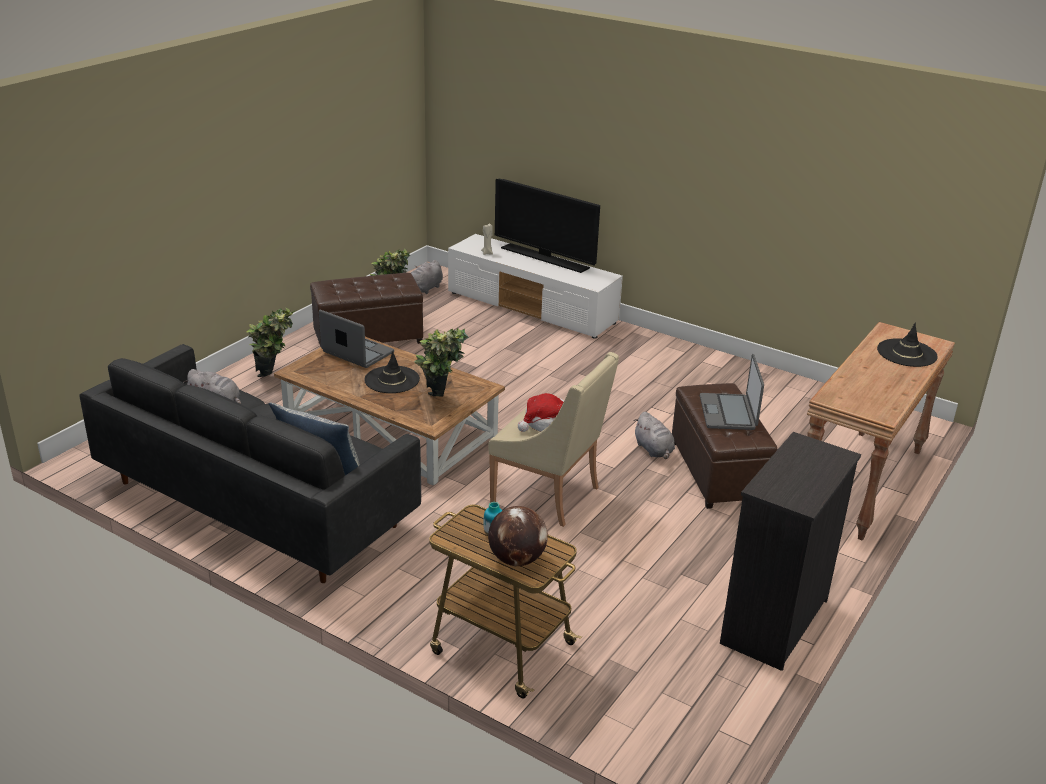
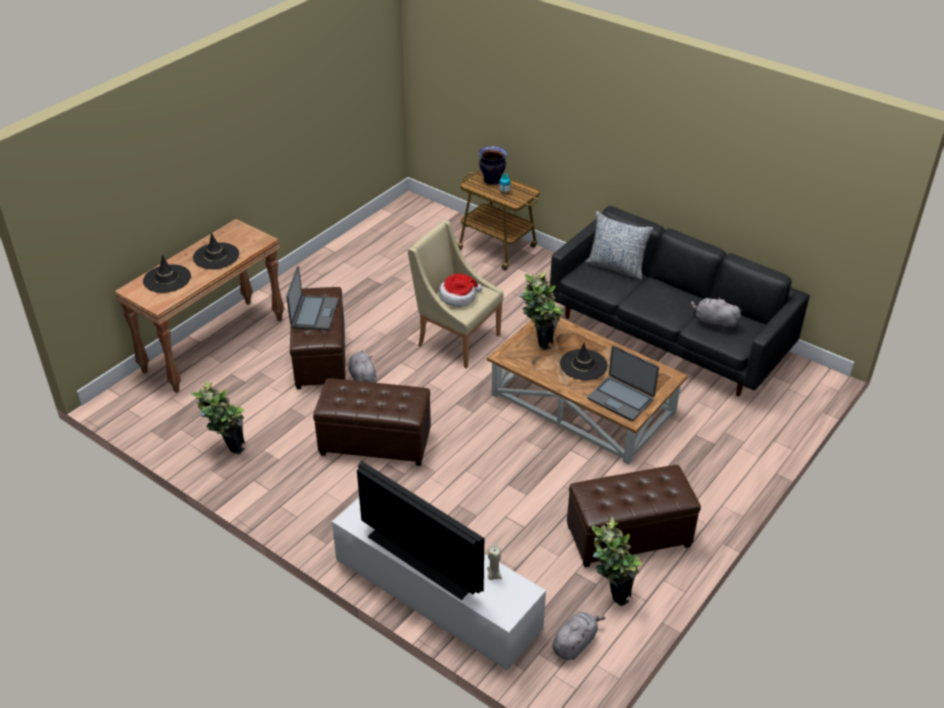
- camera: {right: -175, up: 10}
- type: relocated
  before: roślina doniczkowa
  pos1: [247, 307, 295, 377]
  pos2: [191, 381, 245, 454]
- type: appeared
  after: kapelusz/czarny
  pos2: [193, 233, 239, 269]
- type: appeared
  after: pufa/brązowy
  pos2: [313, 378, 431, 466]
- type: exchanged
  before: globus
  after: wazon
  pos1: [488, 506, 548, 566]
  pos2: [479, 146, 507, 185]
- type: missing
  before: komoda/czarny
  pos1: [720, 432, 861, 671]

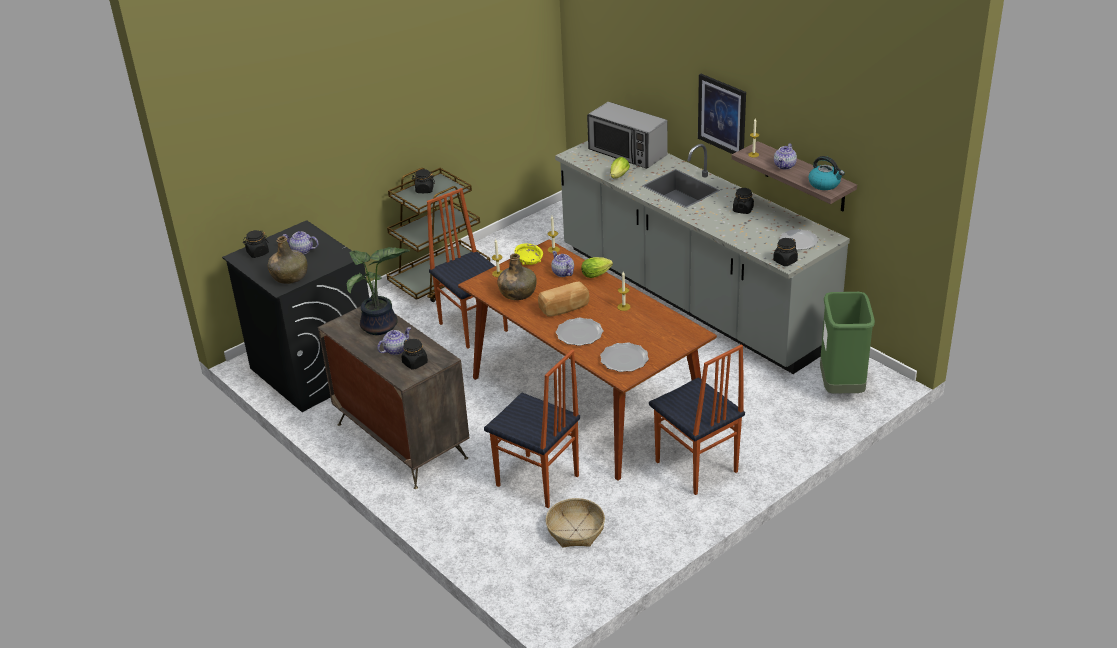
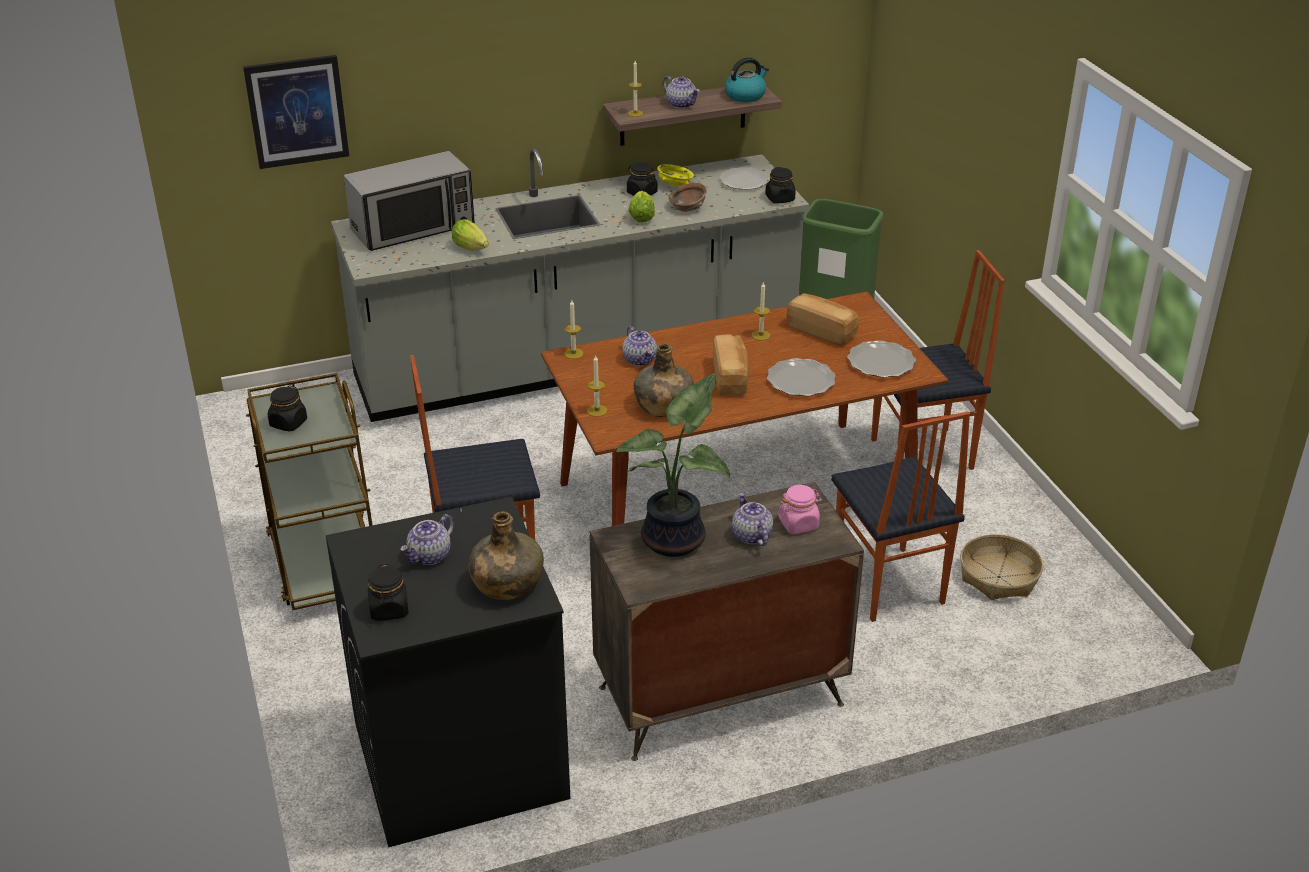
- camera: {right: -70, up: 0}
- type: relocated
  before: obraz
  pos1: [698, 74, 746, 154]
  pos2: [243, 55, 349, 169]
- type: spun
  before: imbryk
  pos1: [551, 251, 574, 277]
  pos2: [622, 326, 657, 366]
  turn: -105
- type: relocated
  before: sałata
  pos1: [581, 257, 613, 278]
  pos2: [628, 191, 655, 223]
- type: relocated
  before: miska/żółty
  pos1: [515, 243, 543, 265]
  pos2: [657, 164, 694, 186]
- type: appeared
  after: miska/brązowy
  pos2: [669, 183, 707, 212]
- type: colour
  before: słoik/czarny
  after: słoik/różowy
  pos1: [401, 339, 428, 370]
  pos2: [778, 485, 822, 534]
- type: appeared
  after: chleb
  pos2: [787, 293, 859, 346]
- type: spun
  before: krzesło
  pos1: [484, 350, 580, 508]
  pos2: [831, 411, 970, 622]
  turn: 105

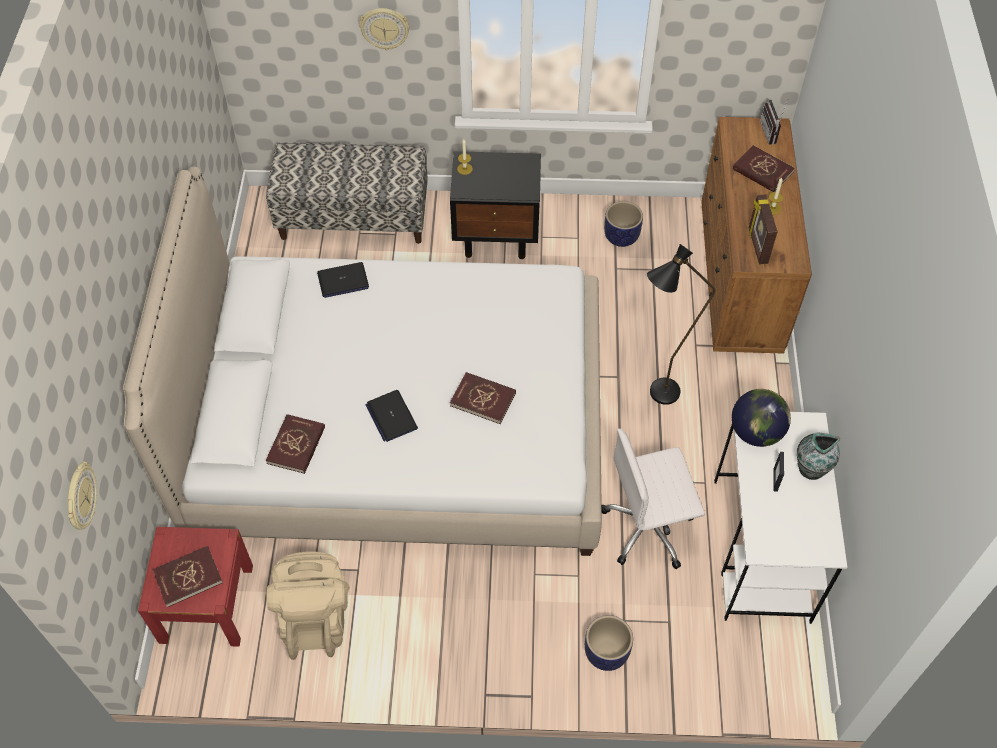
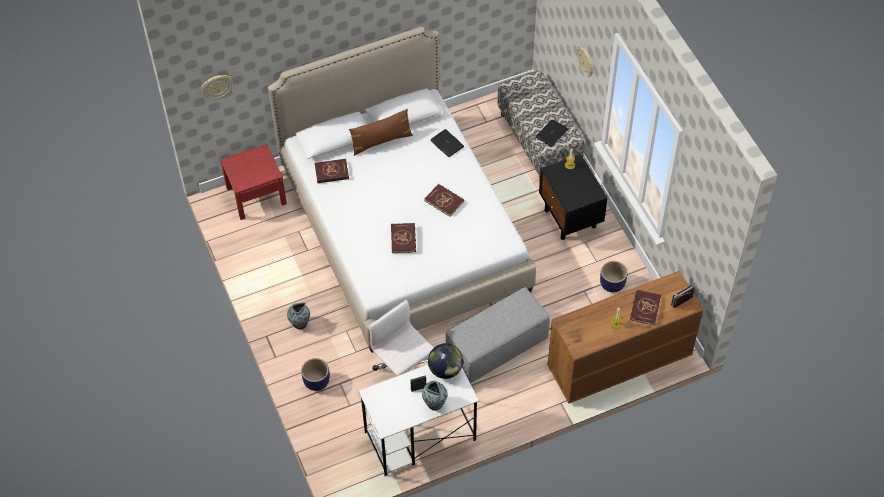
- camera: {right: 65, up: 0}
- type: appeared
  after: wazon
  pos2: [287, 302, 310, 329]
- type: appeared
  after: poduszka/brązowy
  pos2: [349, 109, 413, 156]
- type: relocated
  before: książka/czerwony
  pos1: [153, 546, 223, 607]
  pos2: [424, 184, 464, 217]
- type: exchanged
  before: lampa stojąca/czarny
  after: pufa/szary
  pos1: [647, 244, 715, 405]
  pos2: [446, 287, 550, 383]
- type: relocated
  before: laptop
  pos1: [366, 390, 418, 442]
  pos2: [536, 120, 568, 147]
- type: missing
  before: plecak/beżowy
  pos1: [266, 552, 350, 660]
- type: missing
  before: ramka na zdjęcie
  pos1: [749, 194, 778, 264]

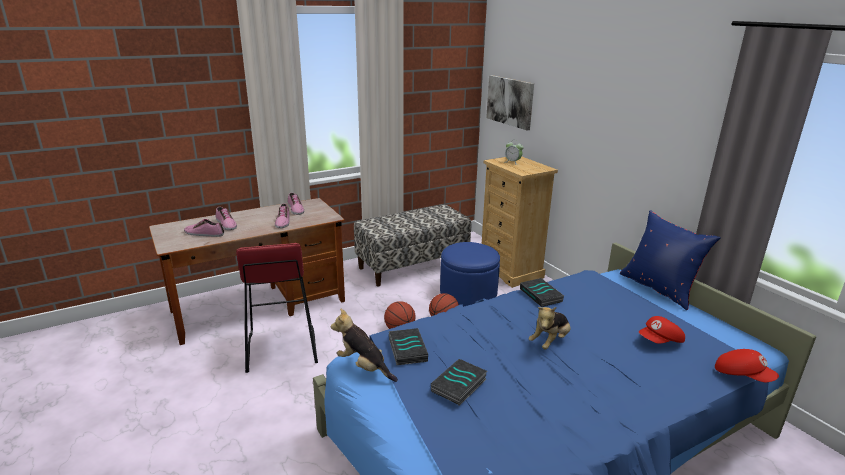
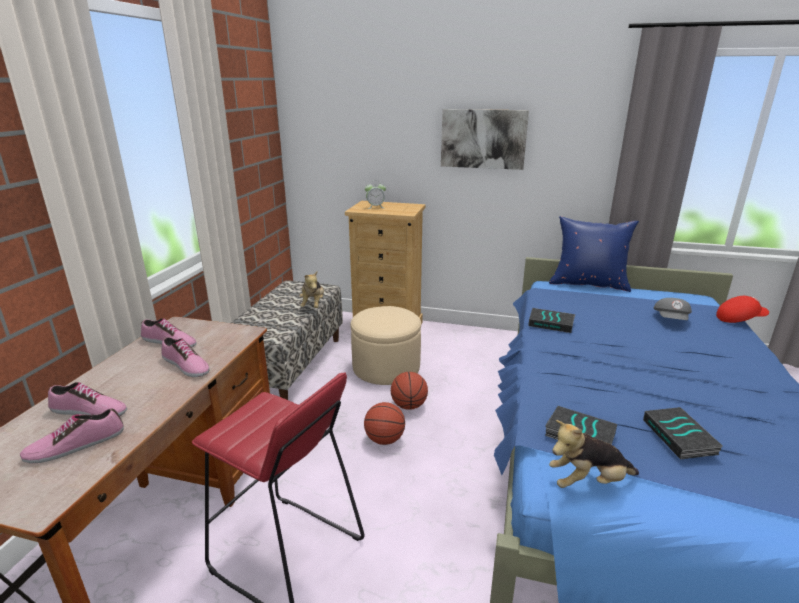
- camera: {right: -45, up: 0}
- type: relocated
  before: pluszak
  pos1: [528, 307, 571, 350]
  pos2: [299, 271, 324, 308]
- type: colour
  before: pufa/niebieski
  after: pufa/beżowy
  pos1: [440, 242, 500, 307]
  pos2: [351, 306, 421, 385]
- type: relocated
  before: obraz
  pos1: [486, 75, 534, 130]
  pos2: [441, 109, 529, 170]
- type: colour
  before: czapka z daszkiem/czerwony
  after: czapka z daszkiem/szary
  pos1: [639, 316, 685, 344]
  pos2: [654, 298, 692, 320]

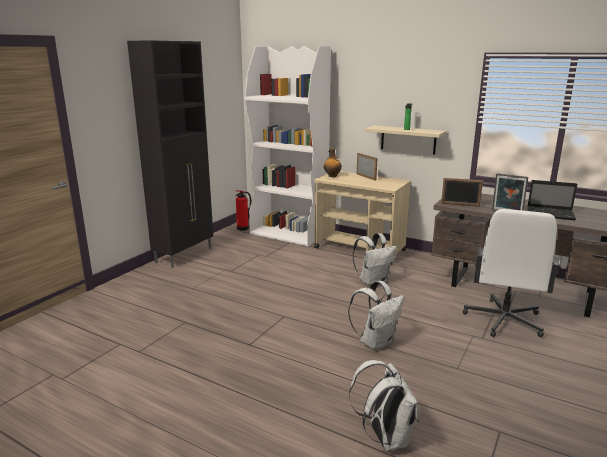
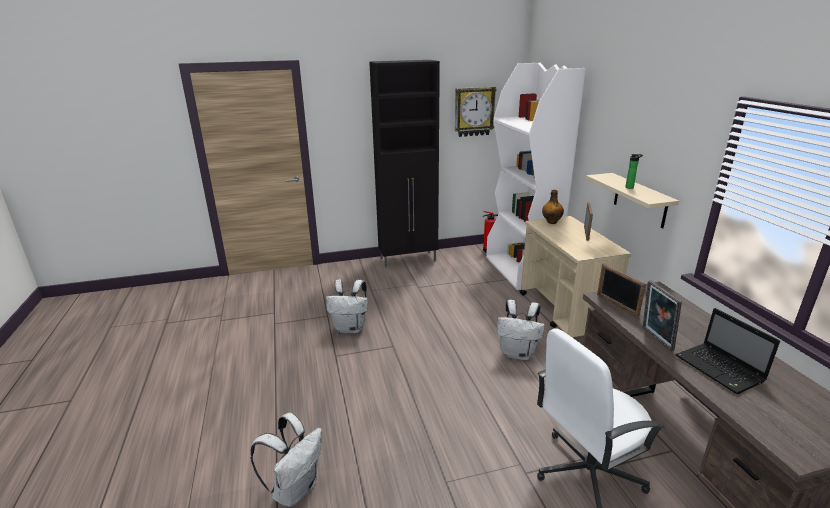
- camera: {right: 45, up: 5}
- type: relocated
  before: plecak/biały
  pos1: [348, 281, 404, 351]
  pos2: [326, 279, 368, 333]
- type: appeared
  after: zegar ścienny
  pos2: [455, 87, 497, 137]

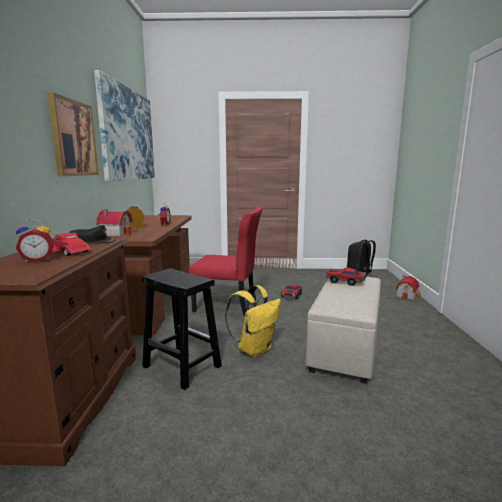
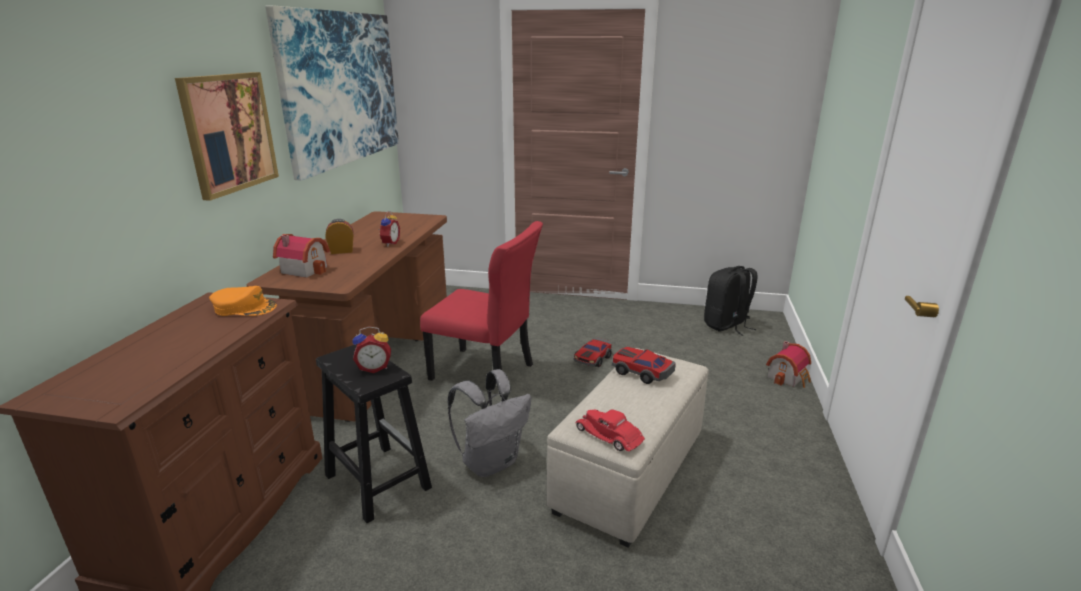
- camera: {right: 10, up: 10}
- type: colour
  before: czapka z daszkiem/czarny
  after: czapka z daszkiem/pomarańczowy
  pos1: [69, 225, 116, 243]
  pos2: [209, 286, 277, 316]
- type: relocated
  before: budzik
  pos1: [16, 219, 54, 262]
  pos2: [353, 326, 391, 373]
- type: colour
  before: plecak/żółty
  after: plecak/szary
  pos1: [225, 285, 281, 357]
  pos2: [448, 369, 531, 477]
- type: relocated
  before: samochodzik/czerwony
  pos1: [52, 233, 91, 256]
  pos2: [575, 409, 645, 451]

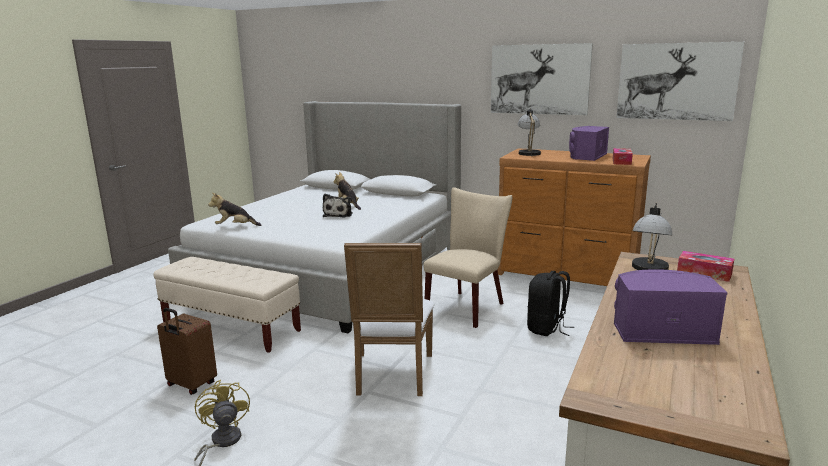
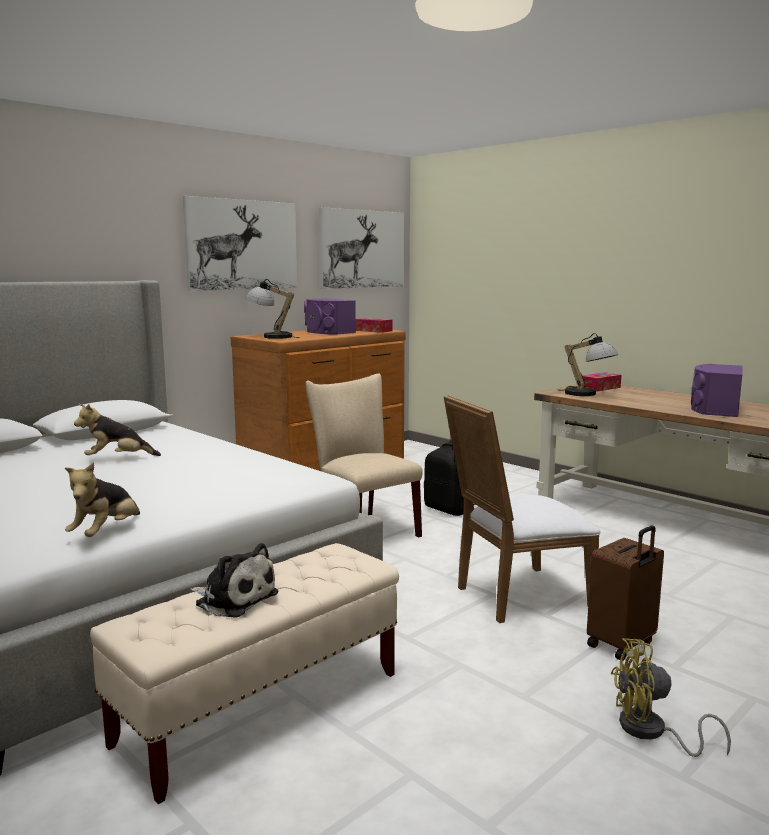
- camera: {right: -70, up: -5}
- type: relocated
  before: pluszak
  pos1: [323, 194, 353, 218]
  pos2: [190, 543, 278, 618]
- type: spun
  before: krzesło/biały
  pos1: [344, 243, 434, 396]
  pos2: [444, 395, 600, 623]
  turn: 135
- type: relocated
  before: walizka/brązowy
  pos1: [157, 308, 217, 395]
  pos2: [587, 525, 664, 660]

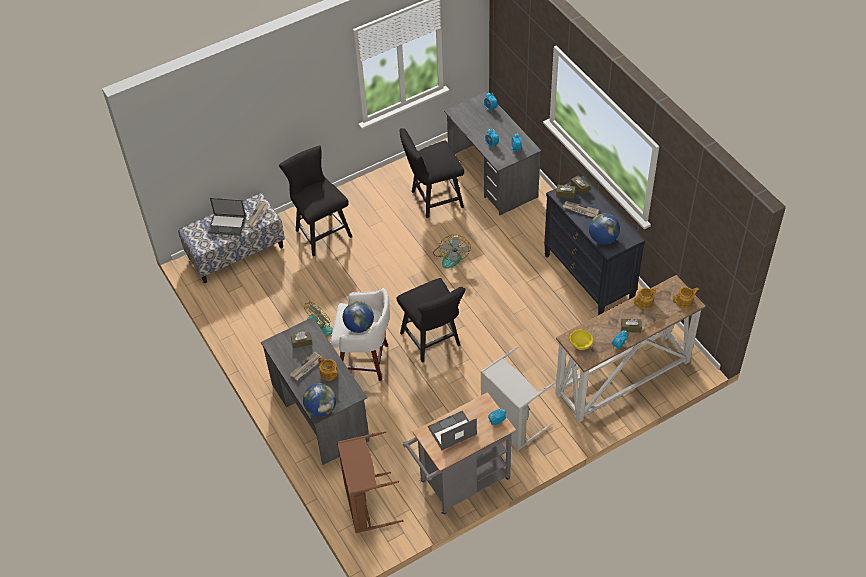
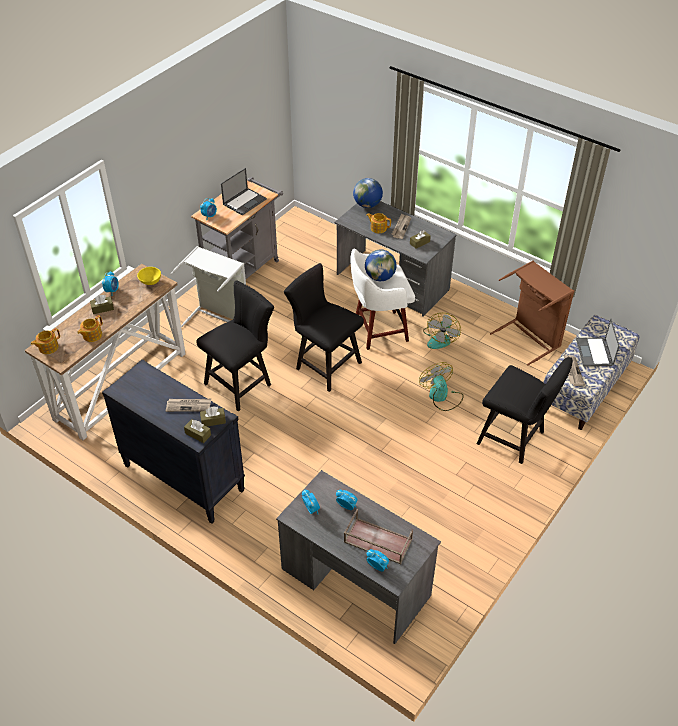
- camera: {right: 155, up: -5}
- type: relocated
  before: krzesło/czarny
  pos1: [399, 128, 464, 218]
  pos2: [196, 280, 274, 412]
- type: appeared
  after: taca/brązowy
  pos2: [344, 509, 413, 564]
- type: relocated
  before: wentylator
  pos1: [433, 235, 471, 269]
  pos2: [419, 362, 464, 411]
- type: relocated
  before: kosz na pranie/brązowy
  pos1: [337, 431, 403, 533]
  pos2: [490, 261, 574, 365]
- type: spun
  before: laptop
  pos1: [208, 198, 246, 236]
  pos2: [576, 319, 619, 367]
  turn: -75
- type: missing
  before: globus
  pos1: [589, 213, 620, 244]

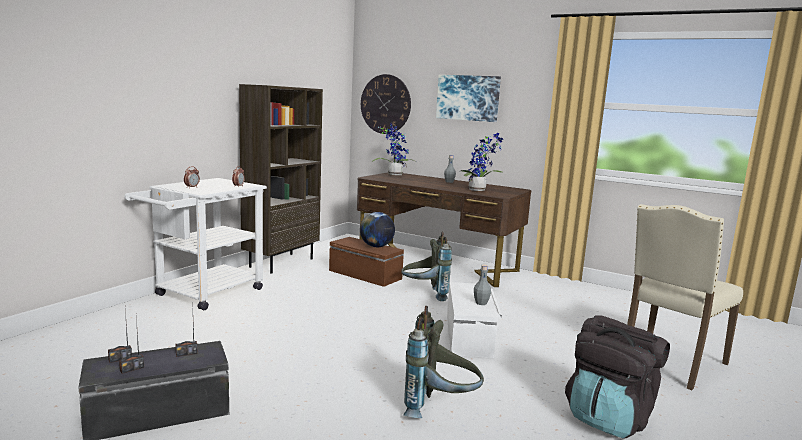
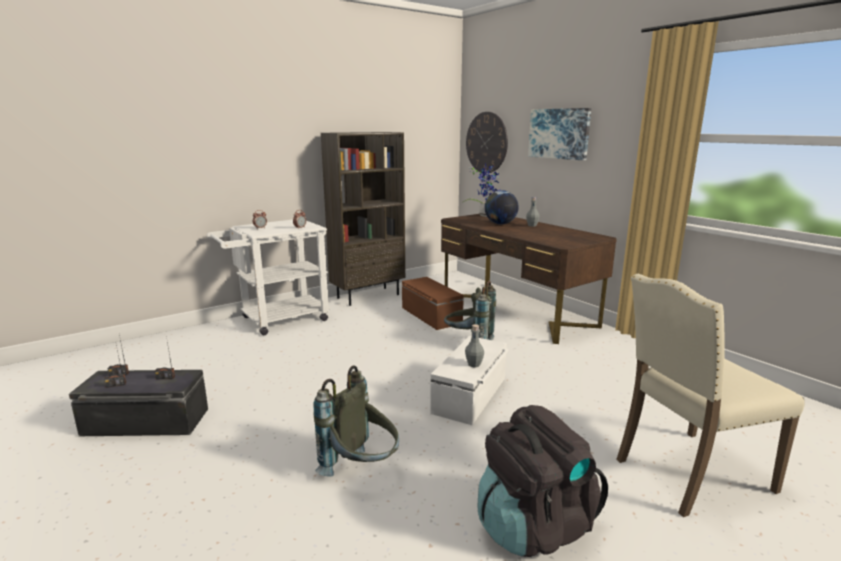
- camera: {right: 25, up: 5}
- type: relocated
  before: globus
  pos1: [360, 212, 395, 247]
  pos2: [485, 190, 519, 224]
- type: missing
  before: roślina doniczkowa
  pos1: [461, 133, 503, 191]

